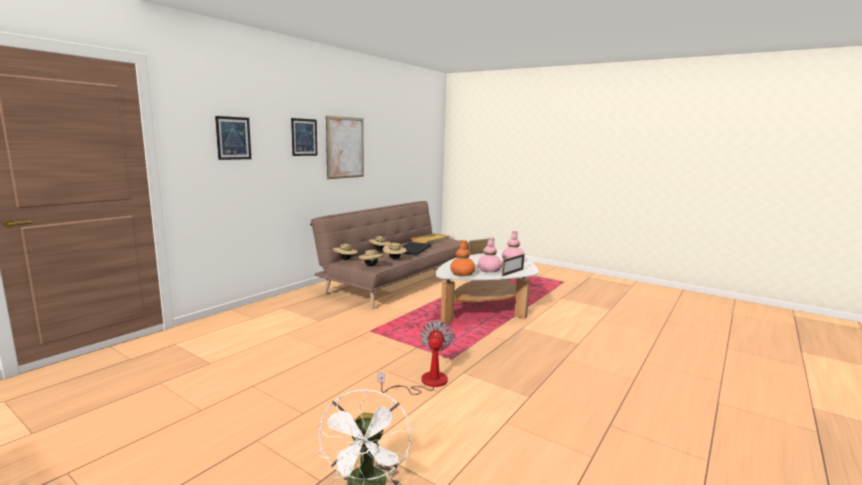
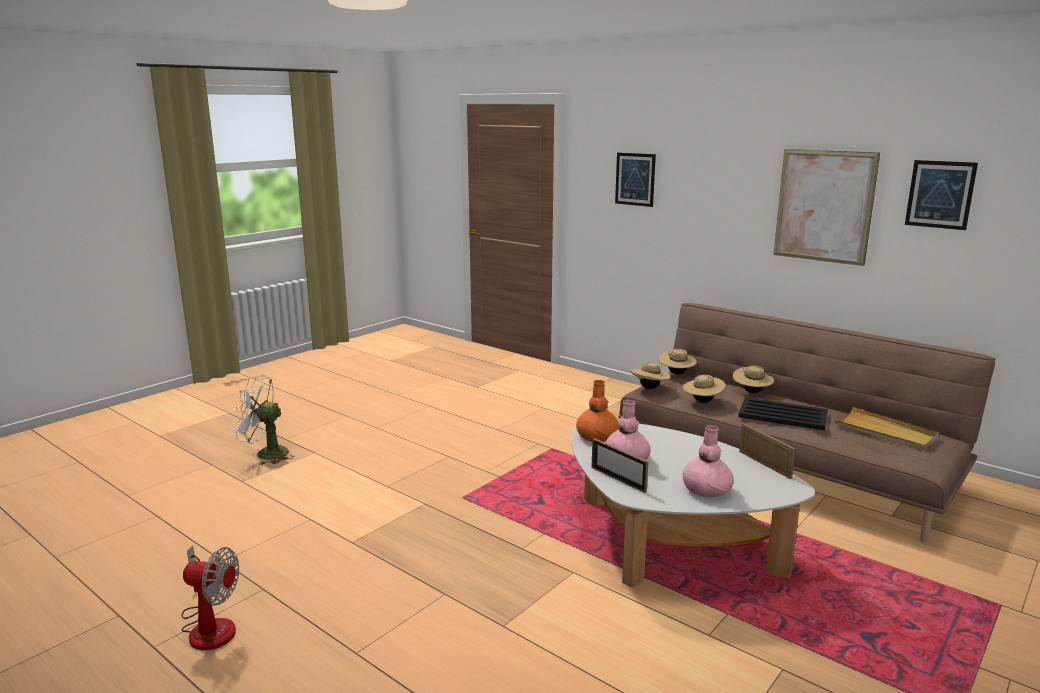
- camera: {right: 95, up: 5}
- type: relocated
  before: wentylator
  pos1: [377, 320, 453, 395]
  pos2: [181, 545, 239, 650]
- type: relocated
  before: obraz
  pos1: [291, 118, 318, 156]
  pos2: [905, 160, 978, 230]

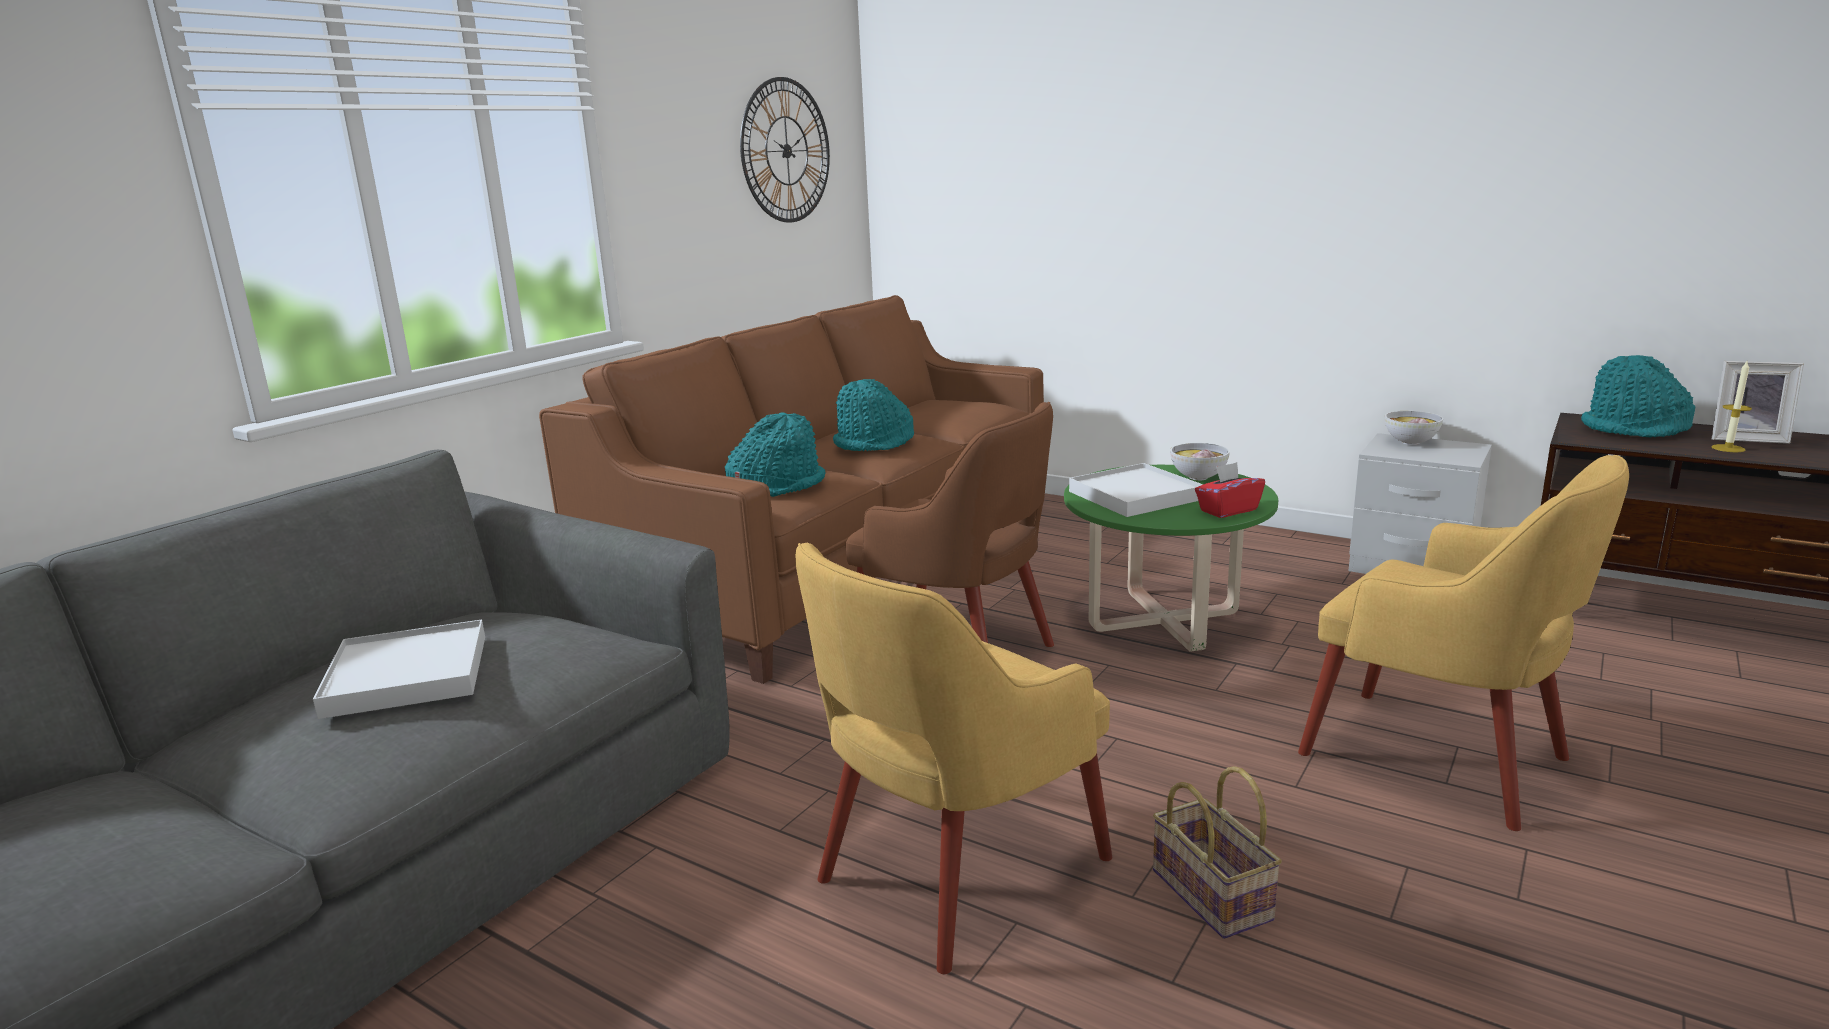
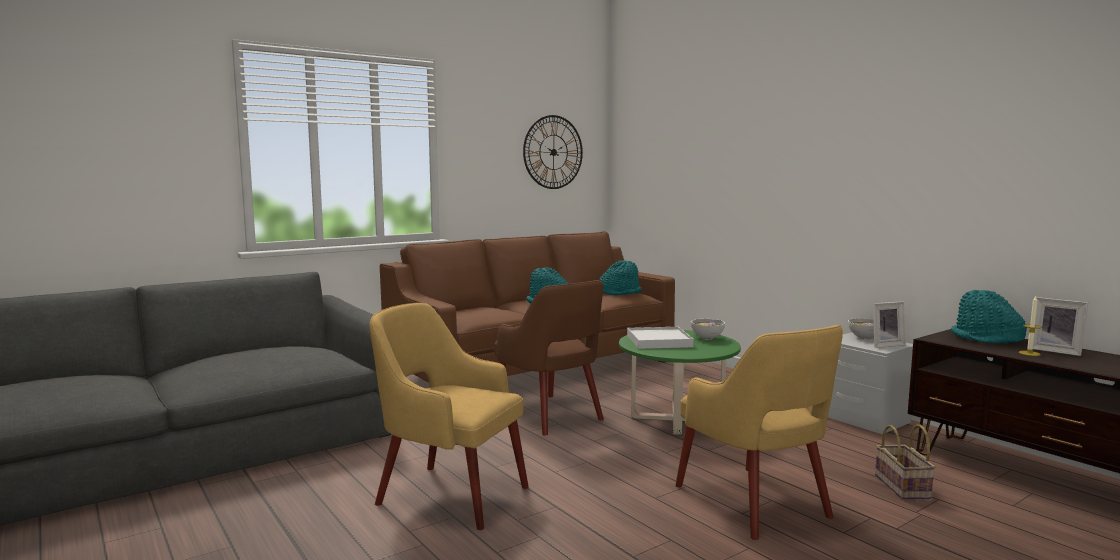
- camera: {right: 20, up: -10}
- type: spun
  before: fotel/żółty
  pos1: [795, 543, 1112, 974]
  pos2: [369, 303, 529, 530]
  turn: 45
- type: relocated
  before: kapelusz/turkusowy
  pos1: [725, 412, 826, 497]
  pos2: [599, 260, 642, 296]
- type: appeared
  after: ramka na zdjęcie
  pos2: [873, 301, 906, 348]
- type: relocated
  before: koszyk
  pos1: [1153, 766, 1282, 939]
  pos2: [875, 424, 935, 499]
- type: missing
  before: taca/biały
  pos1: [313, 620, 485, 719]
- type: missing
  before: pudełko chusteczek/czerwony
  pos1: [1195, 462, 1265, 518]

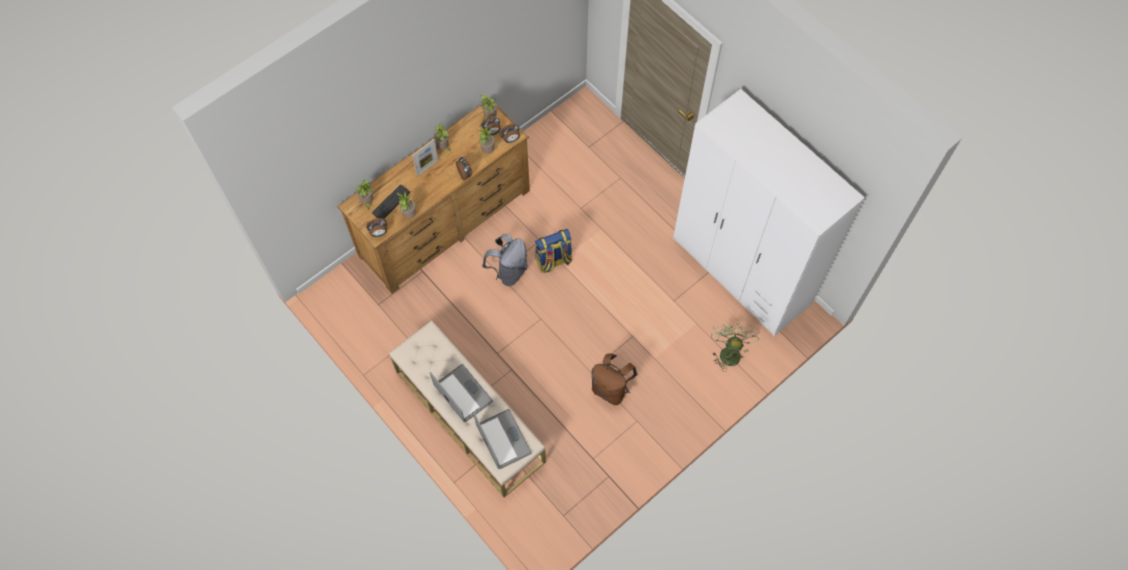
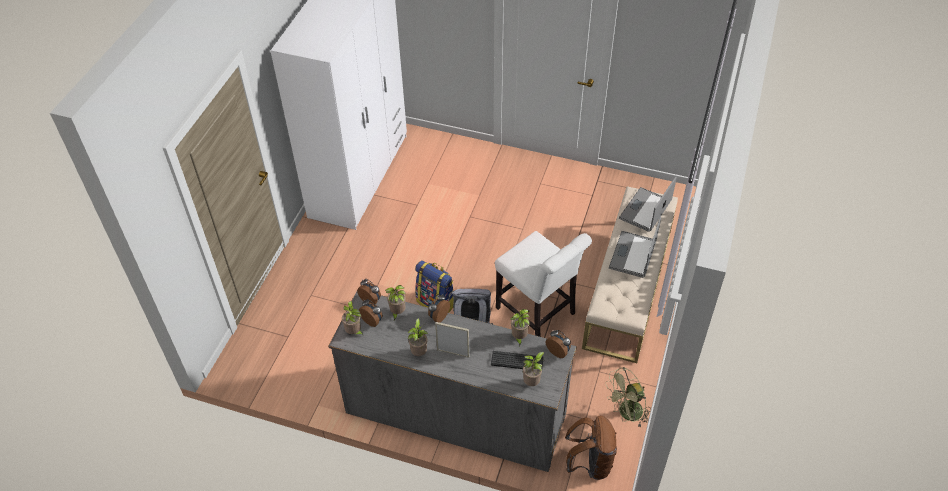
- camera: {right: -120, up: -15}
- type: colour
  before: komoda/brązowy
  after: komoda/szary
  pos1: [337, 103, 530, 294]
  pos2: [328, 291, 577, 472]
- type: appeared
  after: krzesło/biały
  pos2: [495, 231, 592, 337]
- type: relocated
  before: plecak/brązowy
  pos1: [592, 353, 637, 405]
  pos2: [565, 415, 617, 480]
- type: relocated
  before: wentylator/zielony
  pos1: [711, 323, 759, 372]
  pos2: [606, 367, 651, 428]

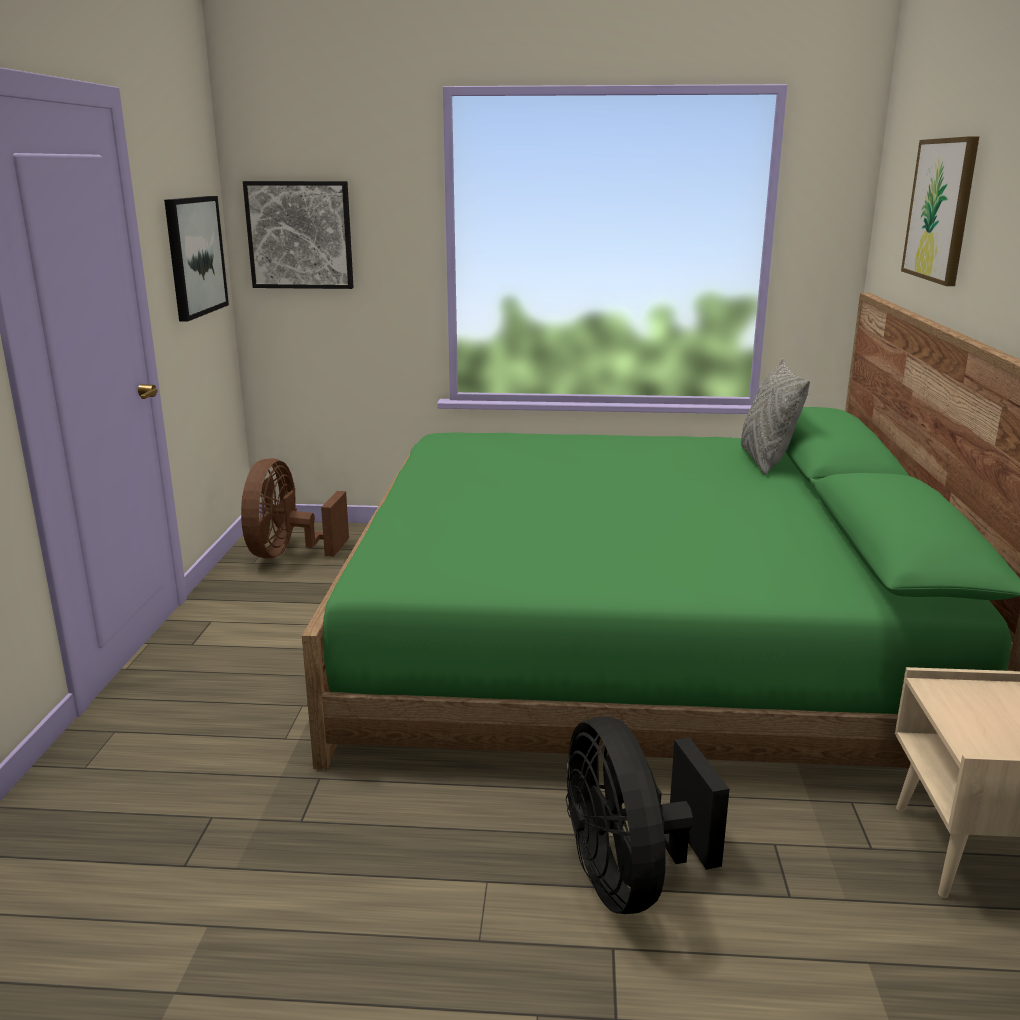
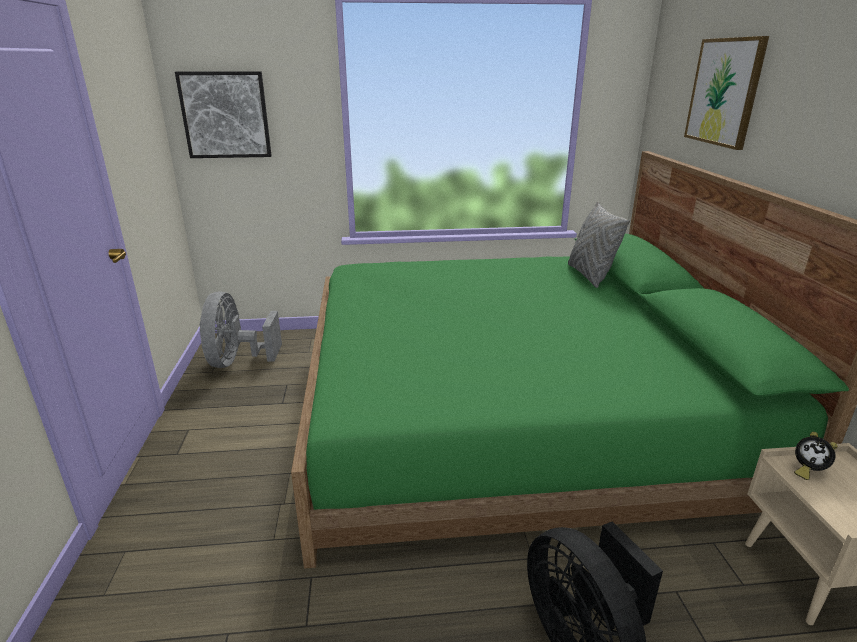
- camera: {right: -10, up: 5}
- type: colour
  before: wentylator/brązowy
  after: wentylator/szary
  pos1: [241, 458, 349, 559]
  pos2: [199, 291, 282, 368]
- type: appeared
  after: budzik
  pos2: [794, 432, 837, 480]
- type: missing
  before: obraz
  pos1: [164, 196, 229, 321]

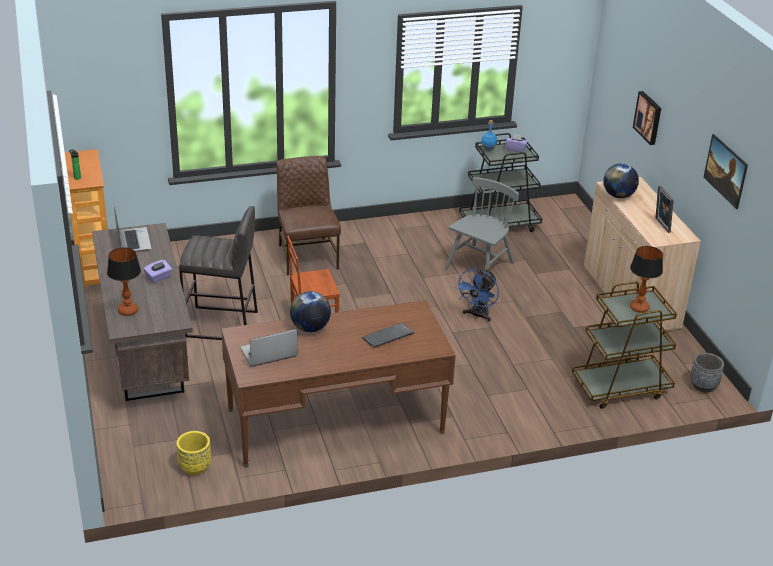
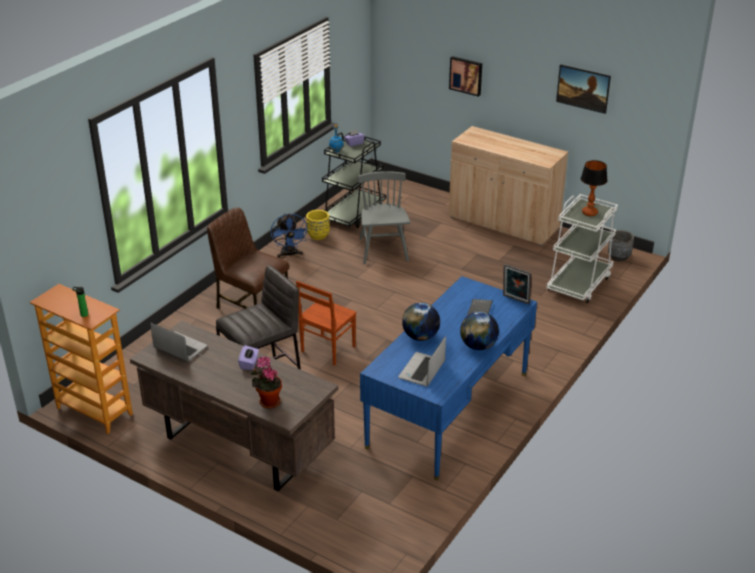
- camera: {right: -40, up: 0}
- type: exchanged
  before: lampa stołowa
  after: roślina doniczkowa
  pos1: [107, 248, 141, 316]
  pos2: [251, 356, 282, 408]
- type: relocated
  before: wentylator/niebieski
  pos1: [455, 269, 499, 322]
  pos2: [271, 213, 308, 258]
- type: relocated
  before: donica/żółty
  pos1: [176, 431, 211, 475]
  pos2: [306, 210, 330, 240]
- type: colour
  before: biurko/brązowy
  after: biurko/niebieski
  pos1: [221, 300, 456, 467]
  pos2: [360, 276, 537, 480]
- type: relocated
  before: globus
  pos1: [603, 163, 639, 198]
  pos2: [460, 312, 499, 350]
- type: relocated
  before: ramka na zdjęcie
  pos1: [656, 185, 674, 233]
  pos2: [503, 264, 531, 305]
- type: colour
  before: wózek/brązowy
  after: wózek/biały
  pos1: [572, 281, 677, 409]
  pos2: [546, 194, 618, 303]

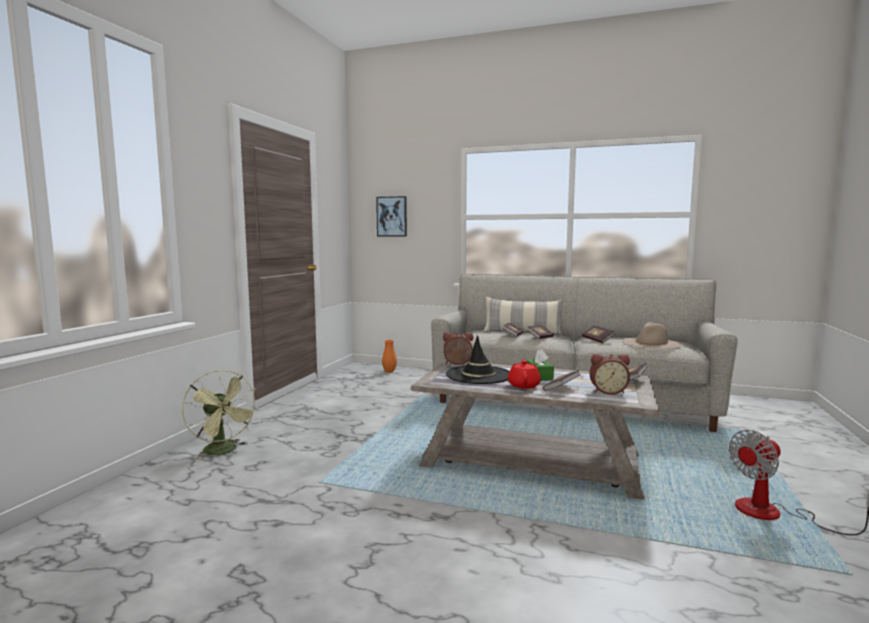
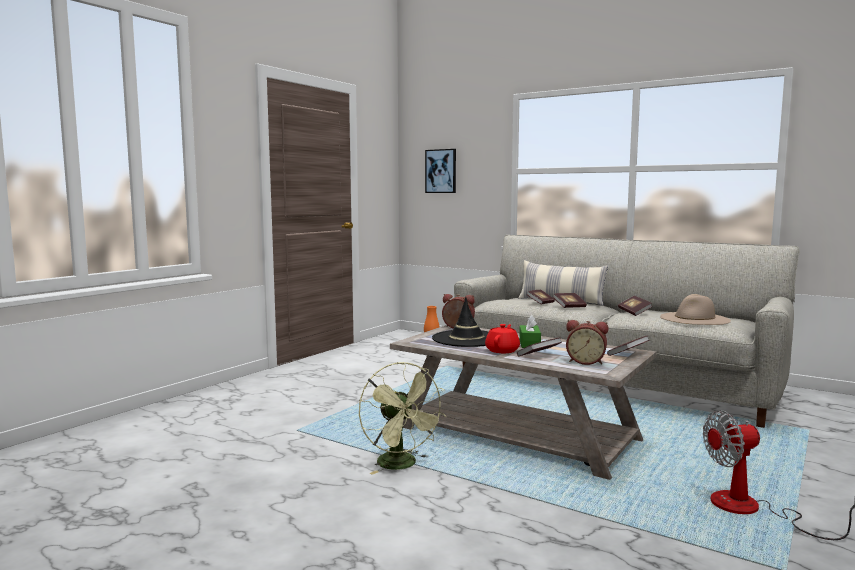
- camera: {right: 15, up: 0}
- type: relocated
  before: wentylator/zielony
  pos1: [182, 370, 257, 461]
  pos2: [359, 362, 446, 475]

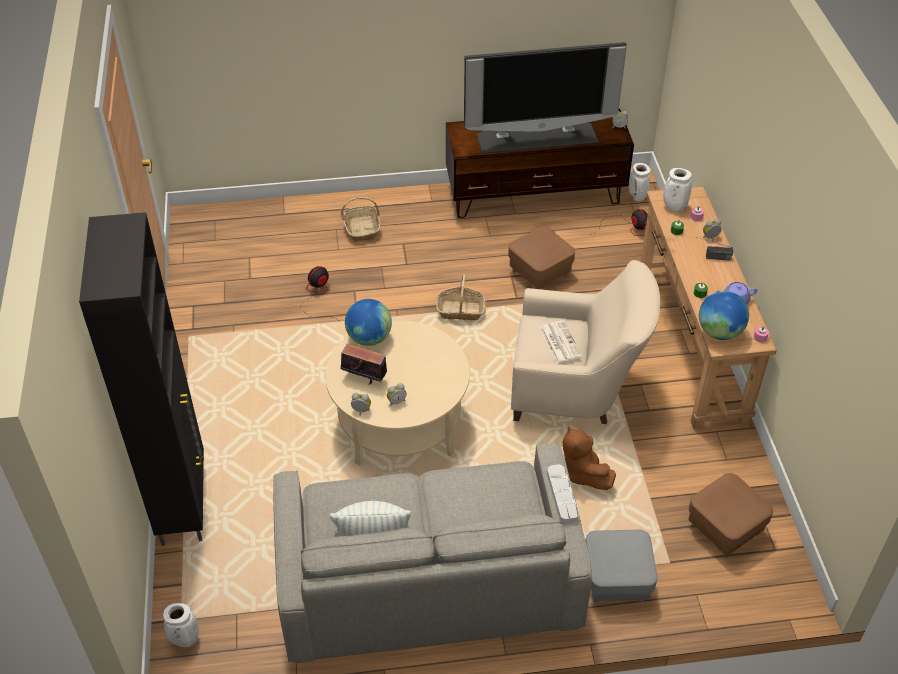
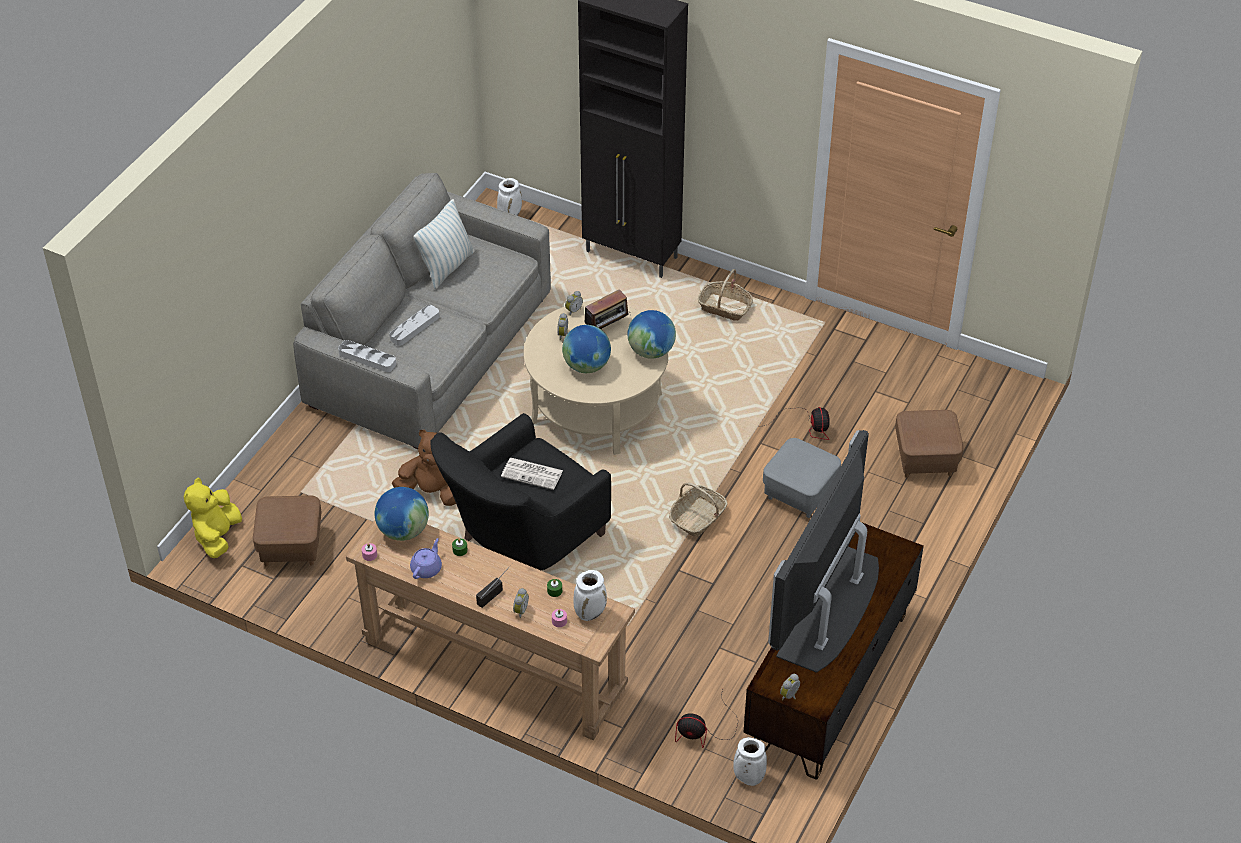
- camera: {right: 125, up: 0}
- type: appeared
  after: pluszak/żółty
  pos2: [184, 478, 242, 558]
- type: appeared
  after: taca/szary
  pos2: [390, 305, 440, 346]
- type: colour
  before: fotel/beżowy
  after: fotel/czarny
  pos1: [511, 260, 660, 424]
  pos2: [430, 413, 611, 570]
- type: appeared
  after: globus
  pos2: [562, 325, 611, 373]
- type: relocated
  before: koszyk
  pos1: [341, 197, 381, 241]
  pos2: [698, 269, 753, 321]
- type: relocated
  before: pufa/szary
  pos1: [585, 530, 658, 603]
  pos2: [763, 438, 841, 518]
- type: relocated
  before: pufa/brązowy
  pos1: [508, 227, 575, 289]
  pos2: [895, 410, 964, 478]

